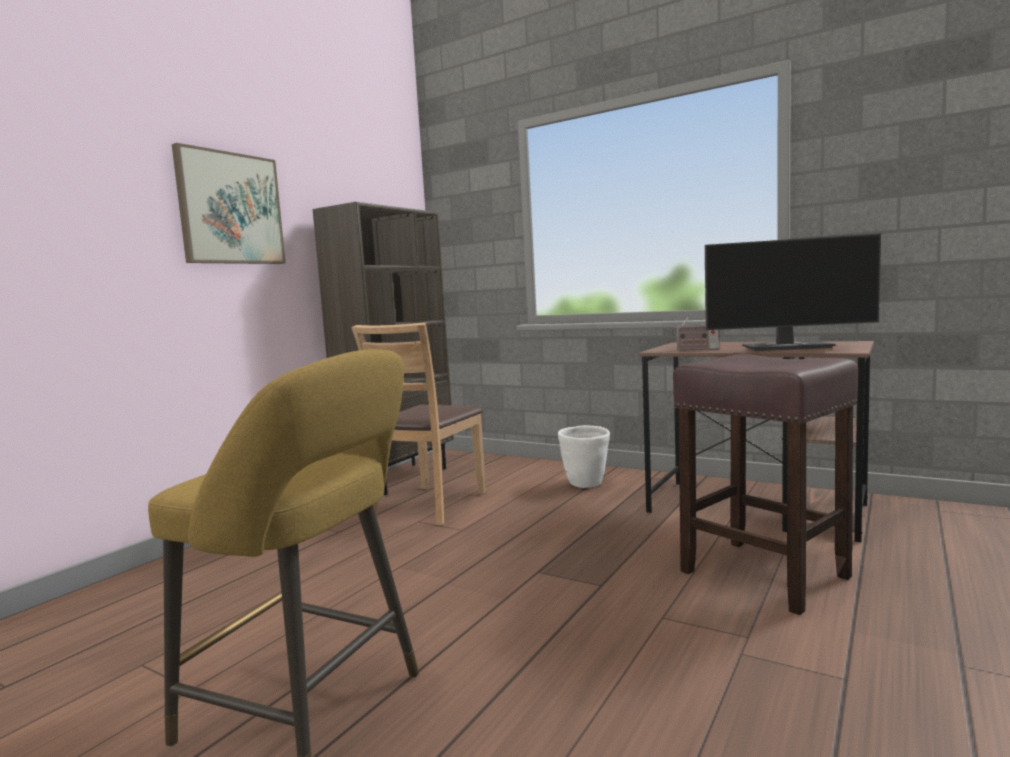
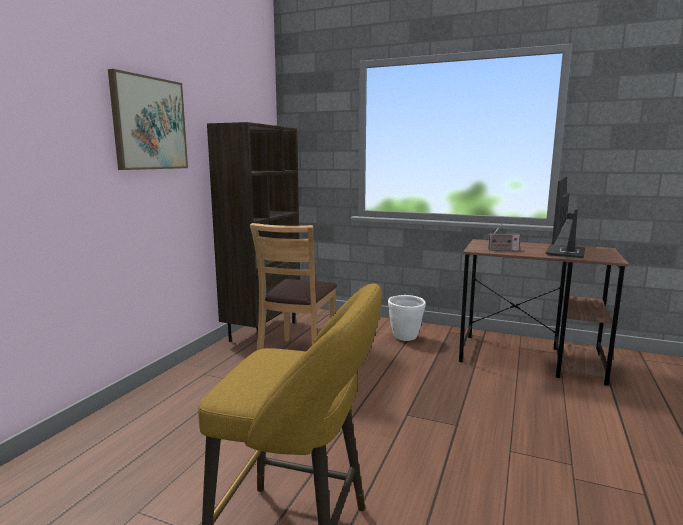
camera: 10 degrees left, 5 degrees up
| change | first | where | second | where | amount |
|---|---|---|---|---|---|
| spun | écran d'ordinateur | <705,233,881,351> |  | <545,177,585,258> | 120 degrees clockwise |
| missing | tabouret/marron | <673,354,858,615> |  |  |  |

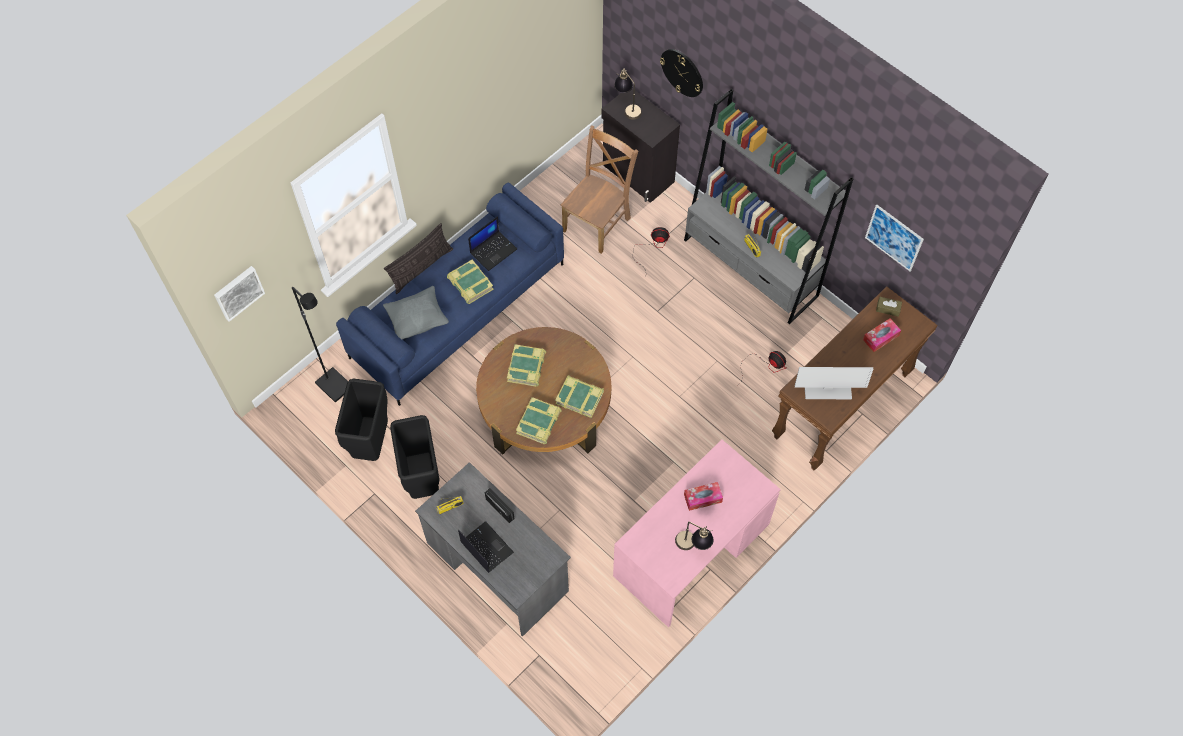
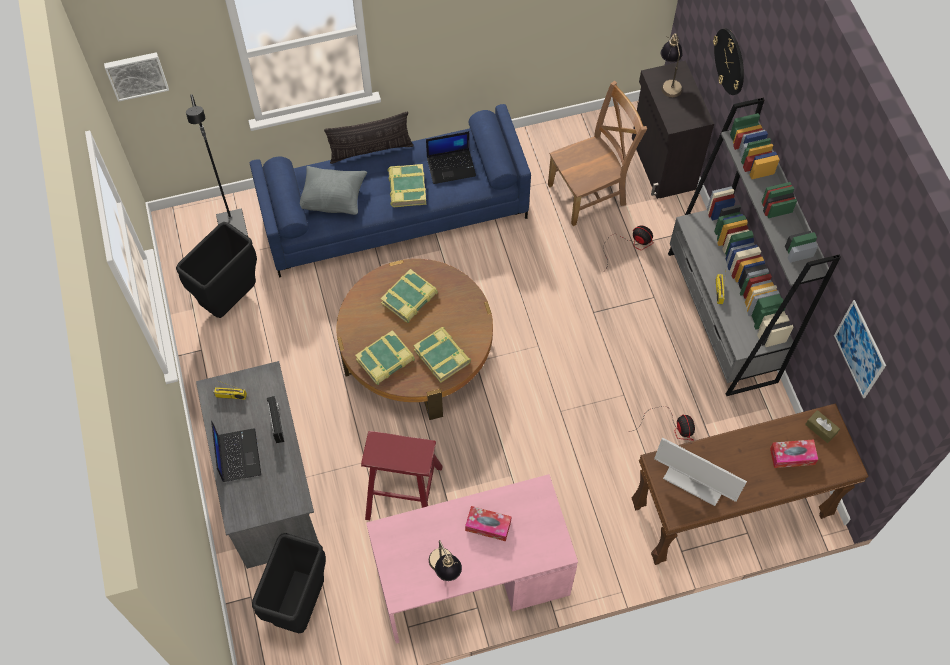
camera: 30 degrees right, 0 degrees up
| change | first | where | second | where | amount |
|---|---|---|---|---|---|
| relocated | poubelle/noir | <390,415,440,499> |  | <252,533,326,633> |  |
| appeared |  |  | tabouret/rouge | <361,431,443,520> |  |

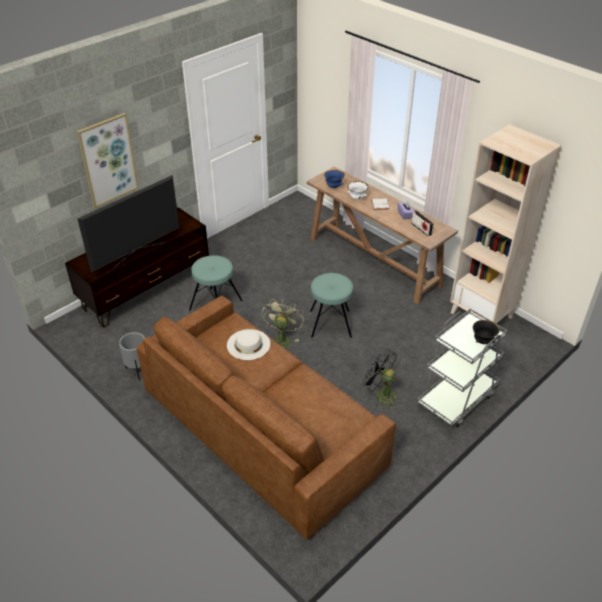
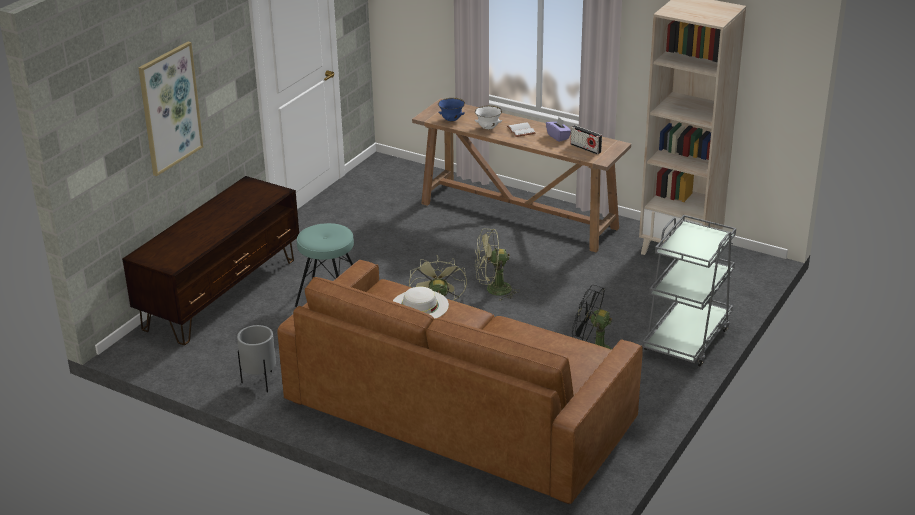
camera: 15 degrees left, 10 degrees down
| change | first | where | second | where | amount |
|---|---|---|---|---|---|
| exchanged | tabouret/turquoise | <310,273,353,338> | ventilateur/vert | <475,229,520,301> |  |
| missing | téléviseur | <78,175,180,273> |  |  |  |
| missing | bol/noir | <473,320,500,344> |  |  |  |

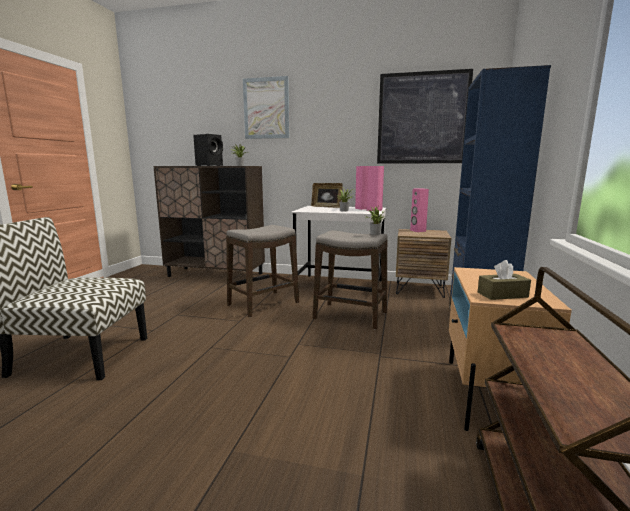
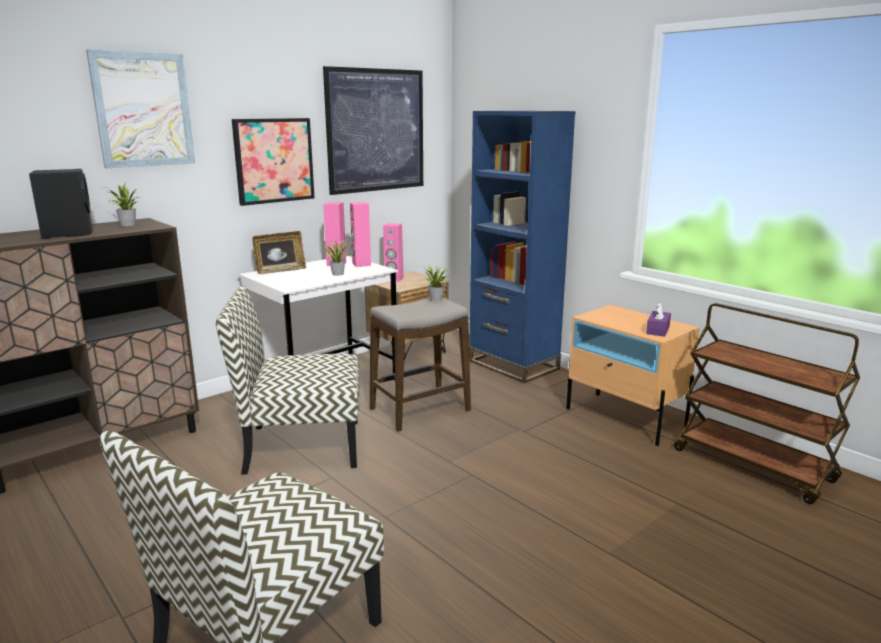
camera: 55 degrees left, 5 degrees up
| change | first | where | second | where | amount |
|---|---|---|---|---|---|
| exchanged | tabouret | <226,225,299,317> | chaise | <216,286,360,475> |  |
| appeared |  |  | tableau | <232,118,315,206> |  |
| colour | boîte à mouchoirs/marron | <478,260,531,300> | boîte à mouchoirs/violet | <646,302,671,337> |  |

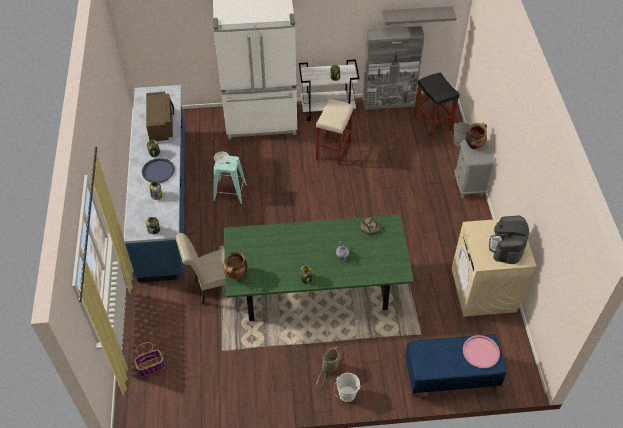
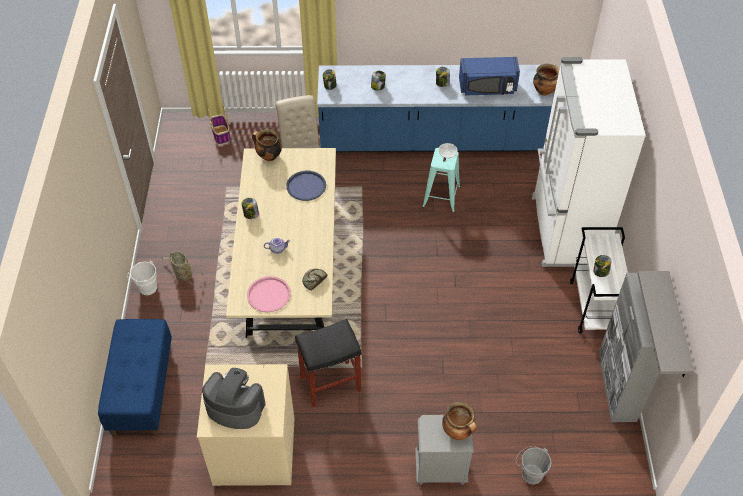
camera: 95 degrees right, 0 degrees up
| change | first | where | second | where | amount |
|---|---|---|---|---|---|
| colour | table à manger/vert | <224,215,414,321> | table à manger/beige | <226,148,336,338> |  |
| relocated | plateau/rose | <463,335,500,368> |  | <247,276,291,312> |  |
| relocated | plateau/bleu | <142,158,175,183> |  | <286,171,326,201> |  |
| relocated | tabouret/noir | <413,72,460,138> |  | <295,319,362,407> |  |
| colour | micro-ondes/marron | <146,92,174,141> | micro-ondes/bleu | <459,57,520,96> |  |
| appeared |  |  | marmite | <533,64,560,96> |  |
| missing | tabouret/beige | <316,99,354,166> |  |  |  |

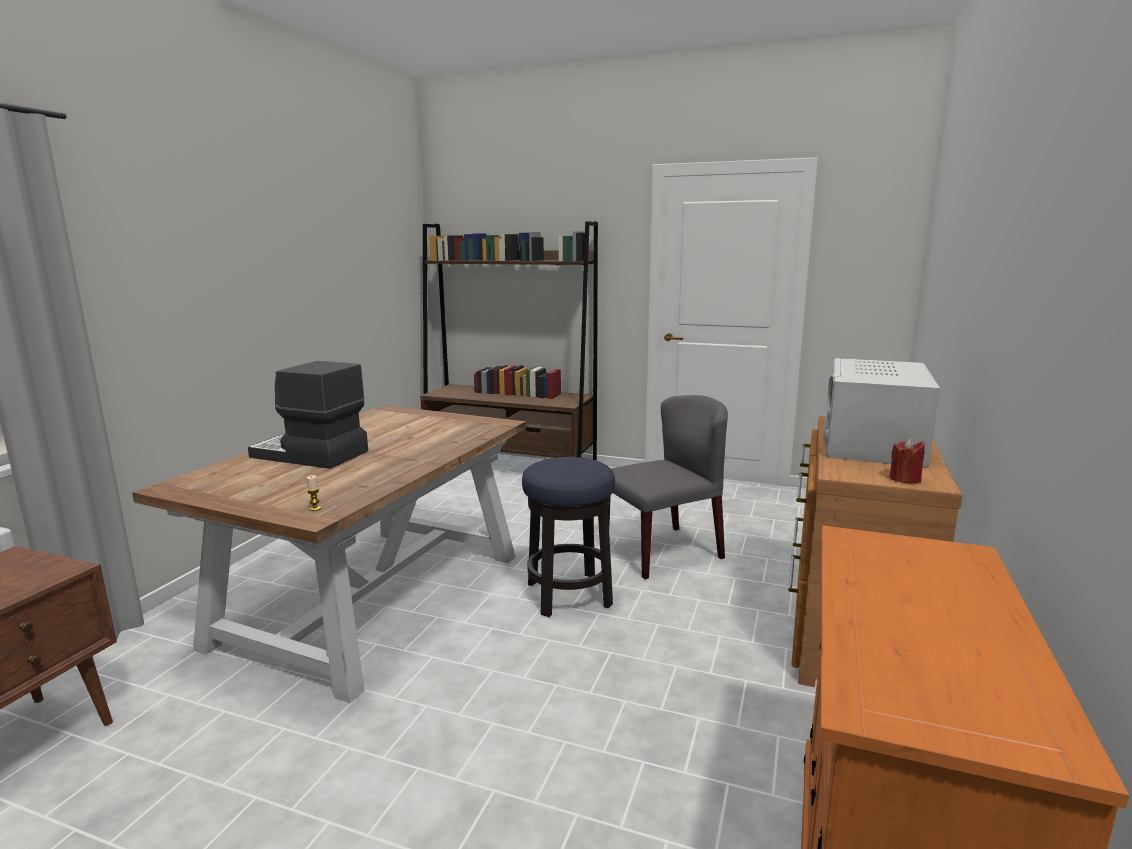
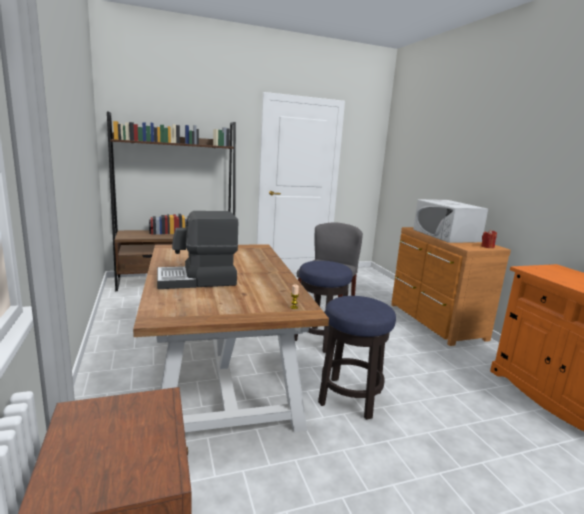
camera: 40 degrees left, 0 degrees up
| change | first | where | second | where | amount |
|---|---|---|---|---|---|
| appeared |  |  | tabouret | <318,296,396,420> |  |

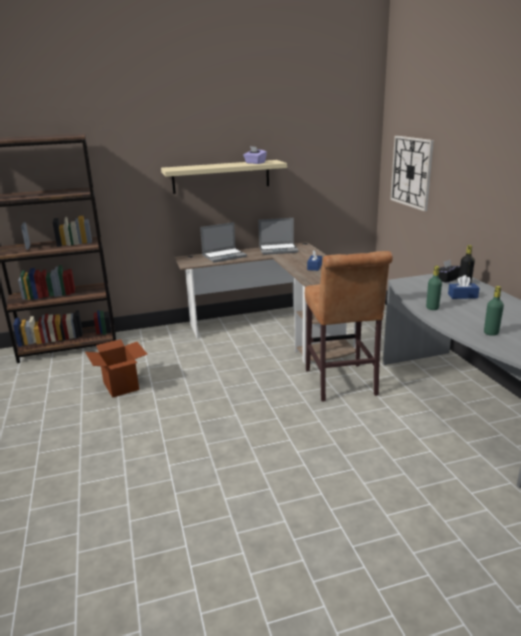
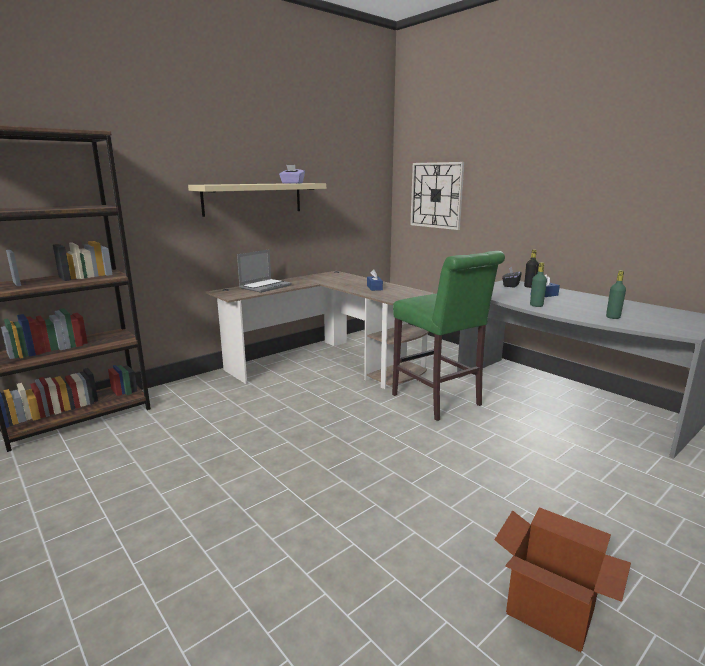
camera: 25 degrees left, 5 degrees down
| change | first | where | second | where | amount |
|---|---|---|---|---|---|
| colour | tabouret/marron | <305,251,393,402> | tabouret/vert | <392,251,505,421> |  |
| relocated | carton | <85,339,148,398> |  | <494,507,631,652> |  |
| missing | ordinateur portable | <258,218,299,255> |  |  |  |

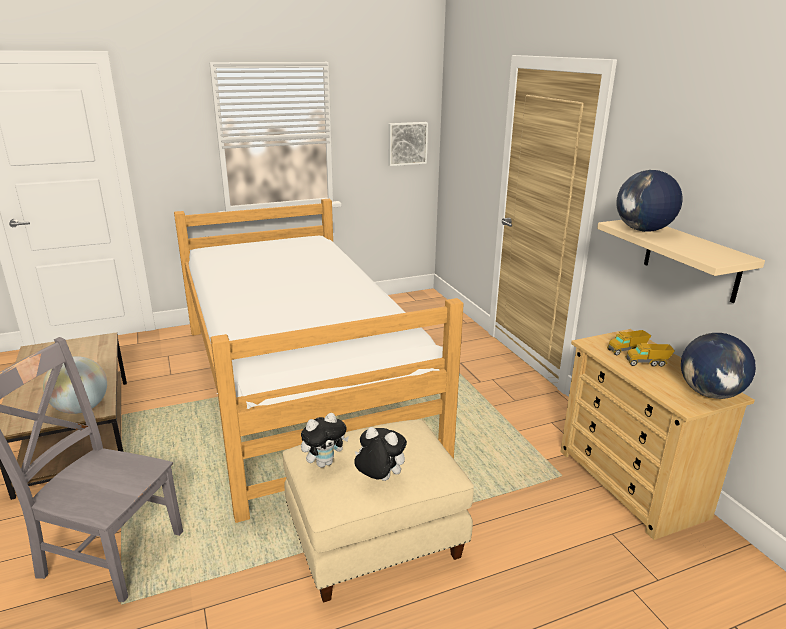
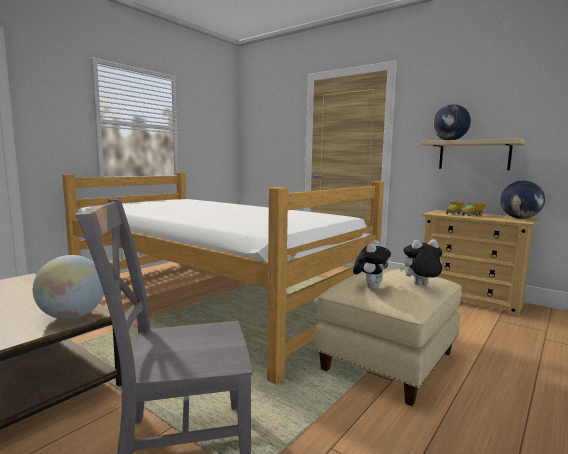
camera: 30 degrees left, 15 degrees down
| change | first | where | second | where | amount |
|---|---|---|---|---|---|
| missing | tableau | <388,122,428,166> |  |  |  |

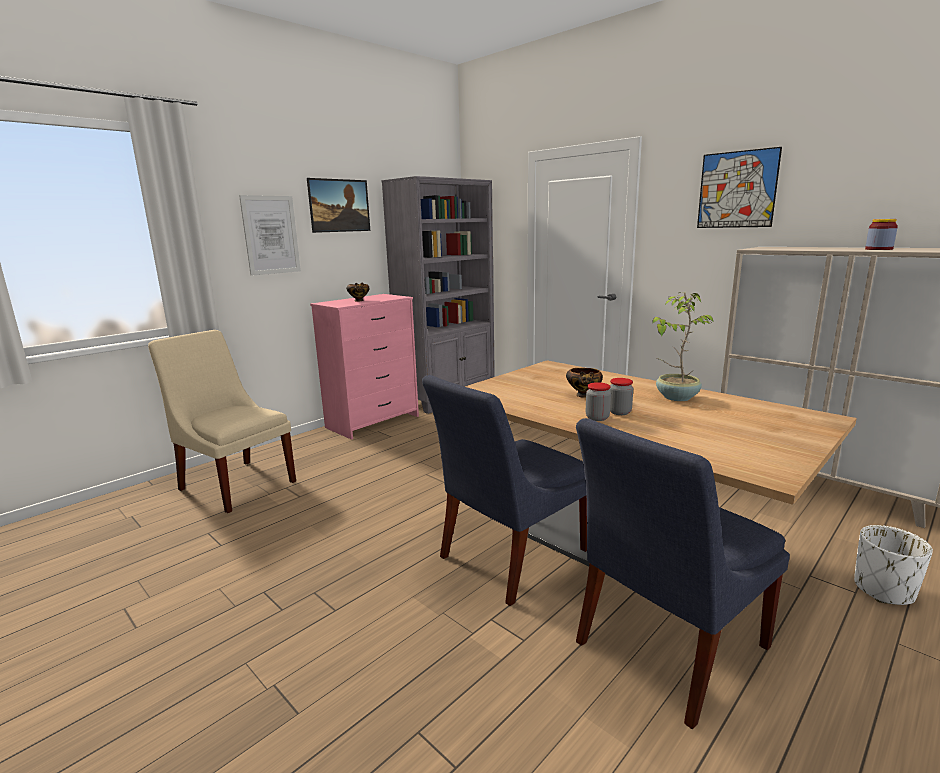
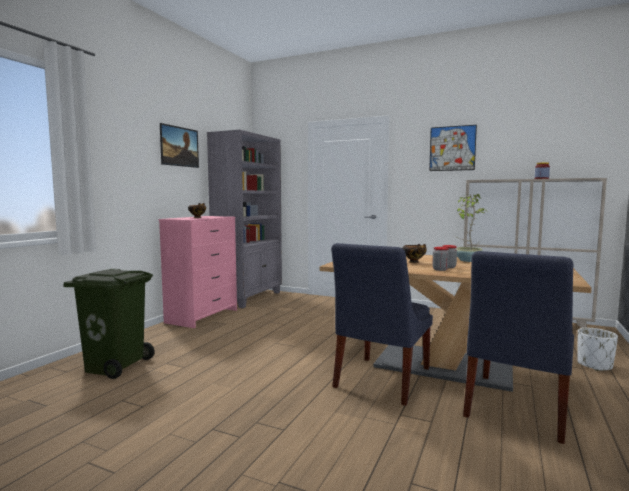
camera: 20 degrees left, 10 degrees down
| change | first | where | second | where | amount |
|---|---|---|---|---|---|
| exchanged | chaise/beige | <148,330,296,513> | poubelle/vert | <63,269,155,379> |  |
| missing | tableau | <239,195,301,276> |  |  |  |

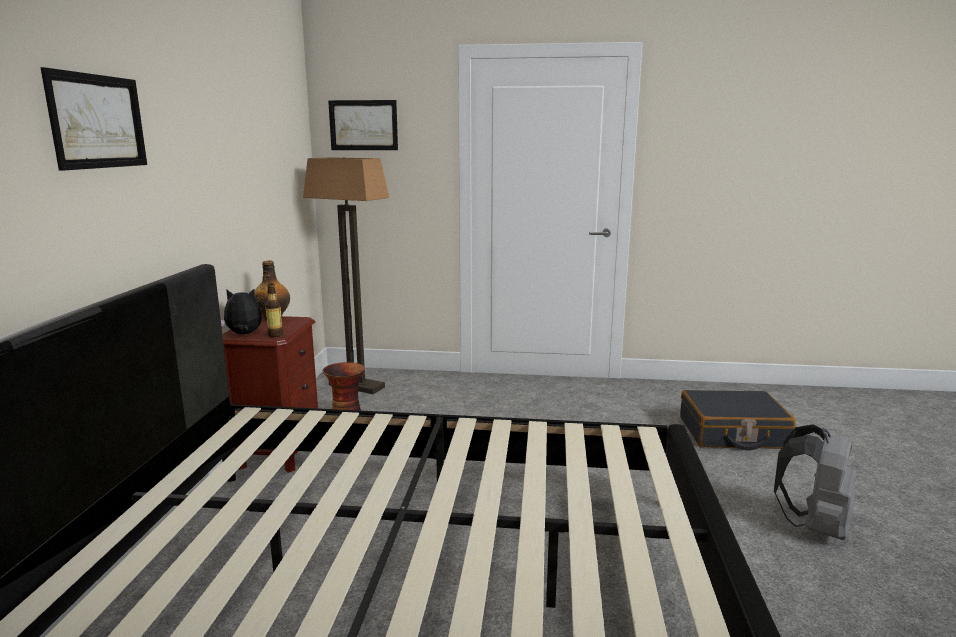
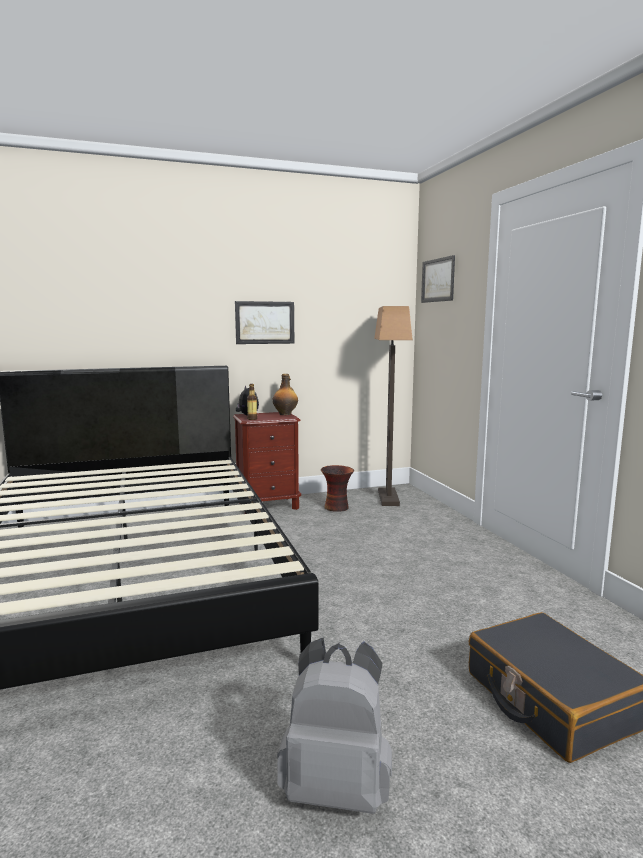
camera: 65 degrees right, 5 degrees down
| change | first | where | second | where | amount |
|---|---|---|---|---|---|
| relocated | tableau | <40,67,147,171> |  | <235,301,294,344> |  |

